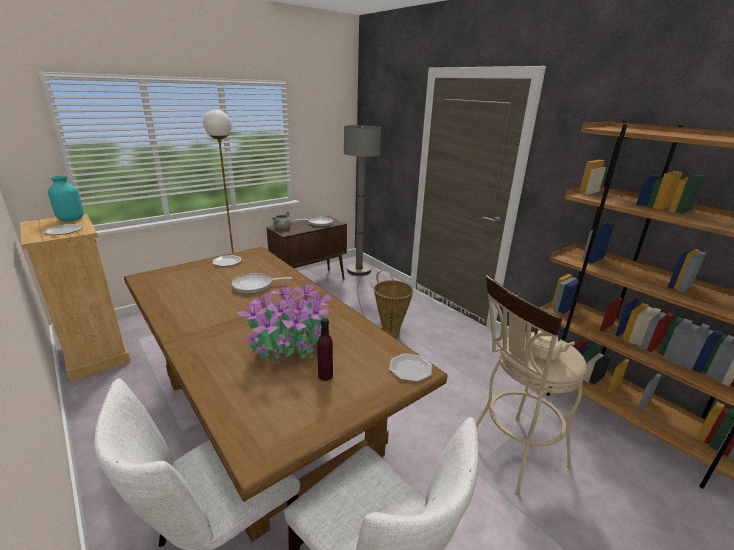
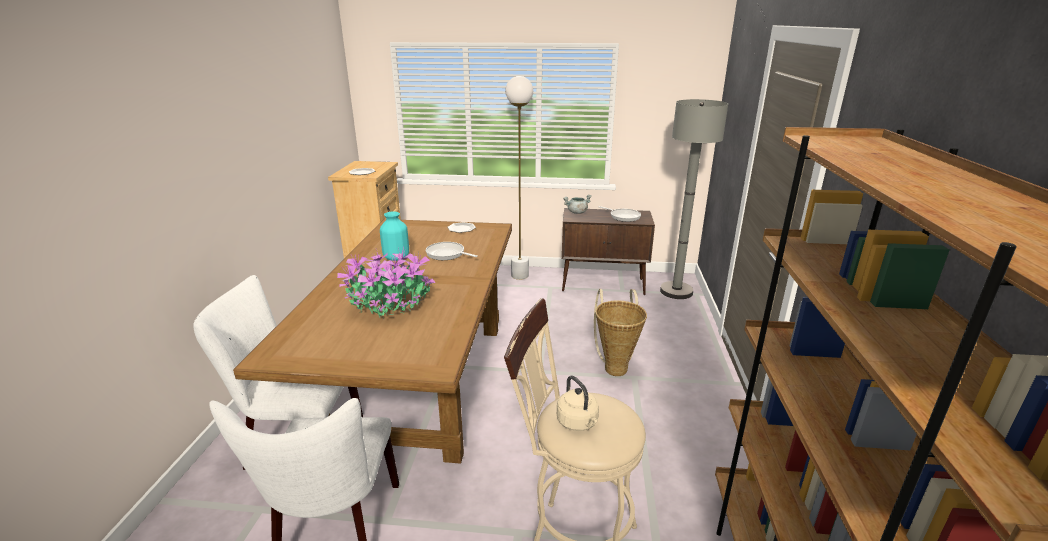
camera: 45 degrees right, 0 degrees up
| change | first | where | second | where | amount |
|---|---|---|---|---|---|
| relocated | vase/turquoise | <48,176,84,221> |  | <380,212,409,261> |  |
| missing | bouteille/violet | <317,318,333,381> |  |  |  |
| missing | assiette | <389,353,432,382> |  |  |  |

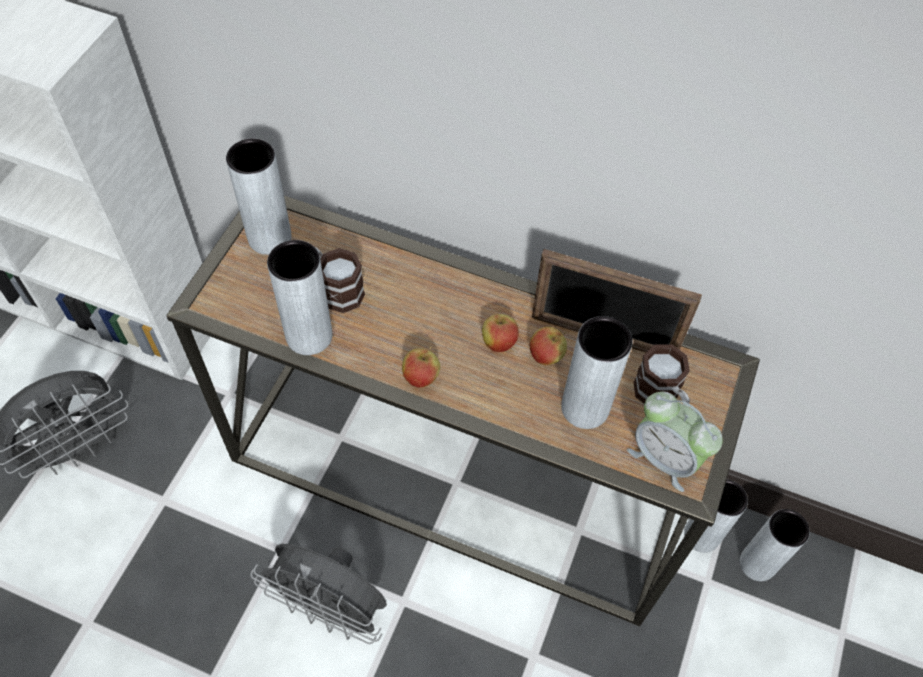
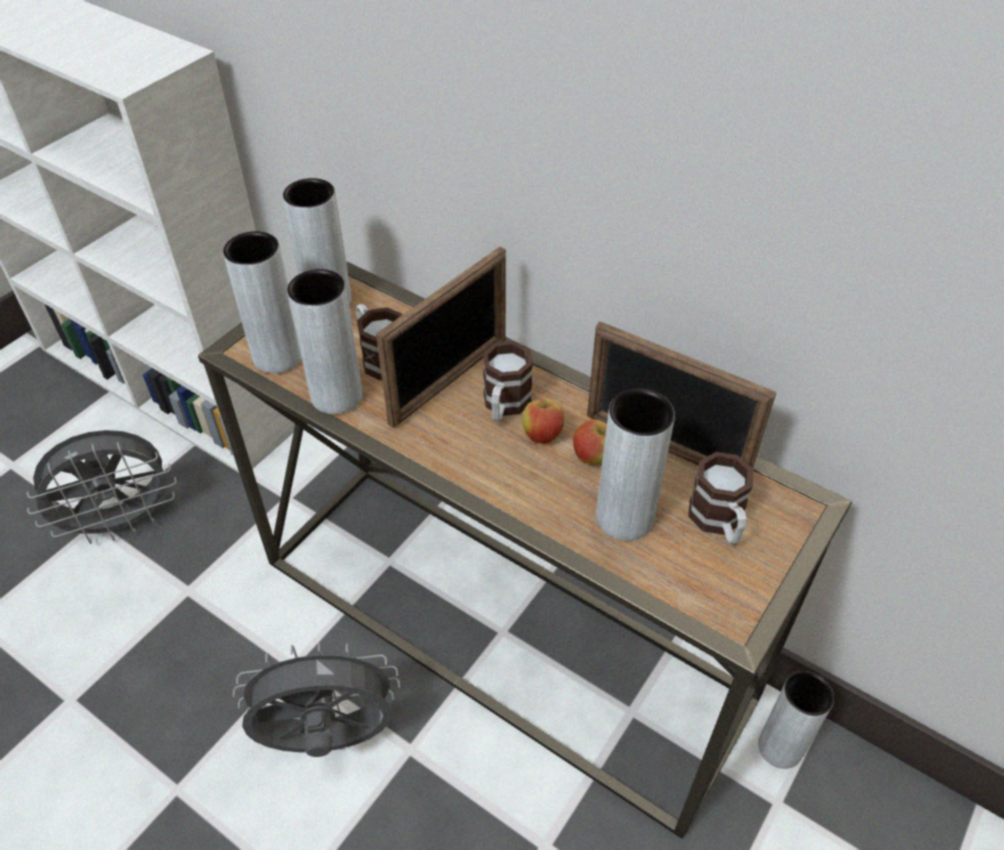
camera: 15 degrees right, 10 degrees down
| change | first | where | second | where | amount |
|---|---|---|---|---|---|
| relocated | vase/gris | <740,509,810,581> |  | <223,231,301,373> |  |
| spun | ventilateur/gris | <250,544,387,644> |  | <233,642,400,757> | 135 degrees clockwise |
| appeared |  |  | cadre photo | <376,246,506,428> |  |
| appeared |  |  | mug | <483,341,533,422> |  |
| missing | pomme | <402,347,440,388> |  |  |  |
| missing | réveil | <627,392,723,492> |  |  |  |

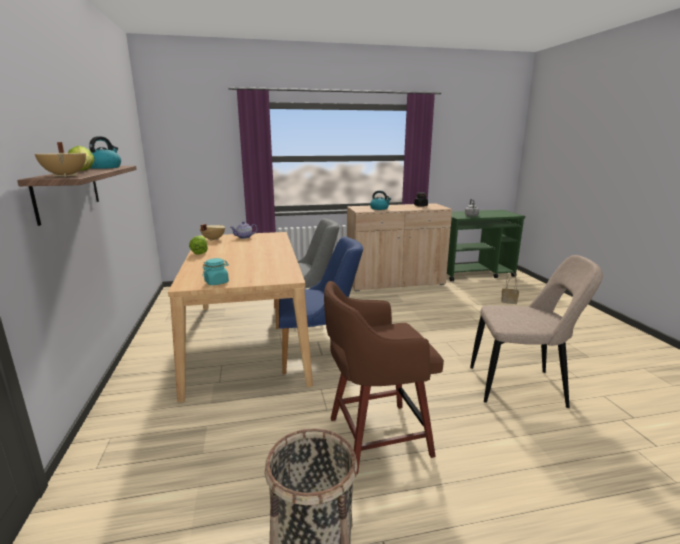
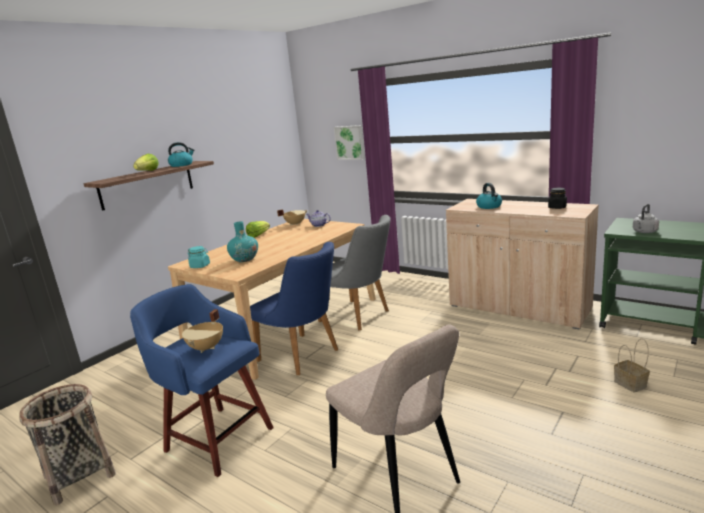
camera: 50 degrees right, 0 degrees up
| change | first | where | second | where | amount |
|---|---|---|---|---|---|
| colour | tabouret/marron | <324,281,444,475> | tabouret/bleu | <130,284,274,477> |  |
| relocated | marmite/beige | <35,142,86,177> |  | <182,309,223,353> |  |
| appeared |  |  | vase/turquoise | <227,221,258,262> |  |
| appeared |  |  | tableau | <334,125,365,160> |  |

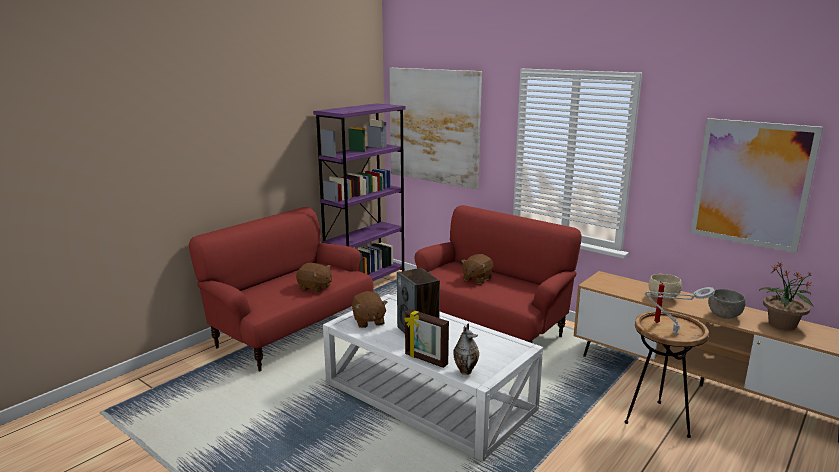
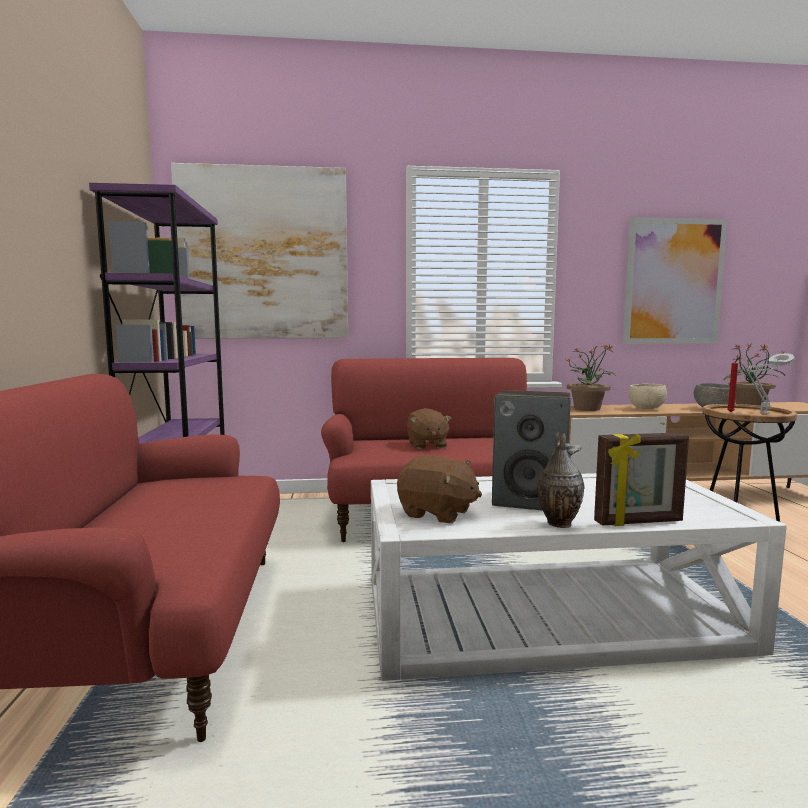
camera: 45 degrees left, 10 degrees down
| change | first | where | second | where | amount |
|---|---|---|---|---|---|
| relocated | vase | <453,324,479,375> |  | <538,432,585,528> |  |
| appeared |  |  | plante en pot | <567,344,616,411> |  |
| missing | peluche/marron | <296,263,332,293> |  |  |  |

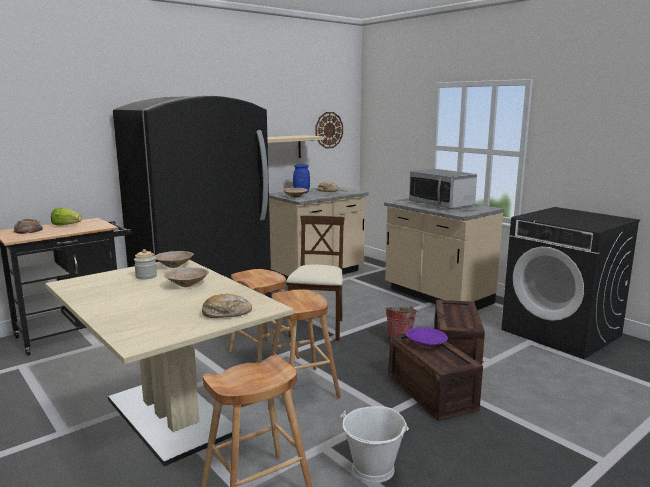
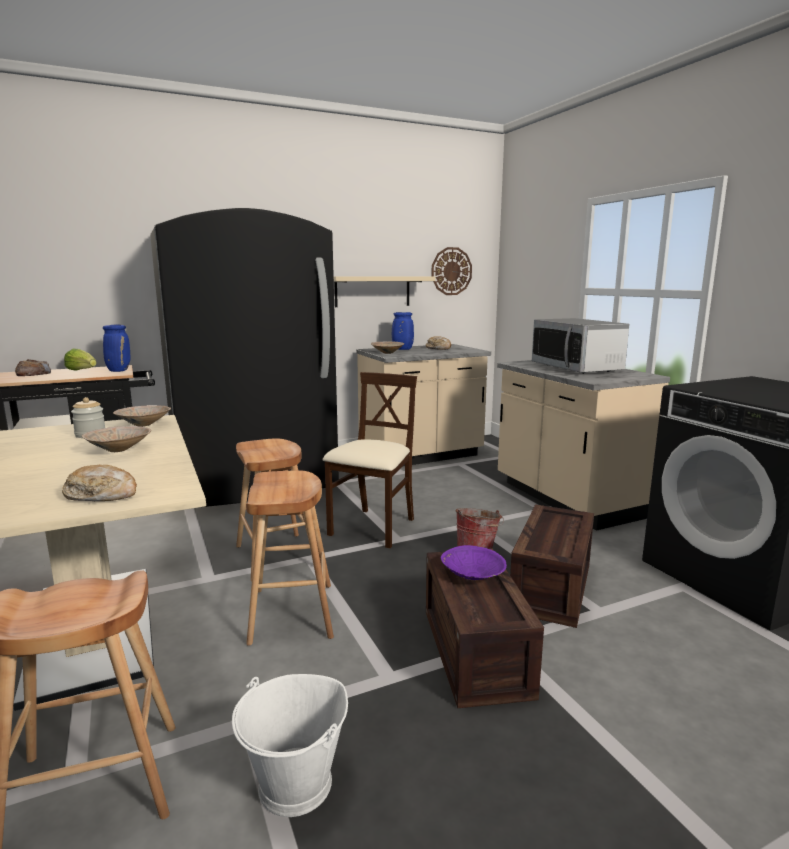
camera: 15 degrees right, 0 degrees up
| change | first | where | second | where | amount |
|---|---|---|---|---|---|
| appeared |  |  | vase/bleu | <103,325,131,372> |  |

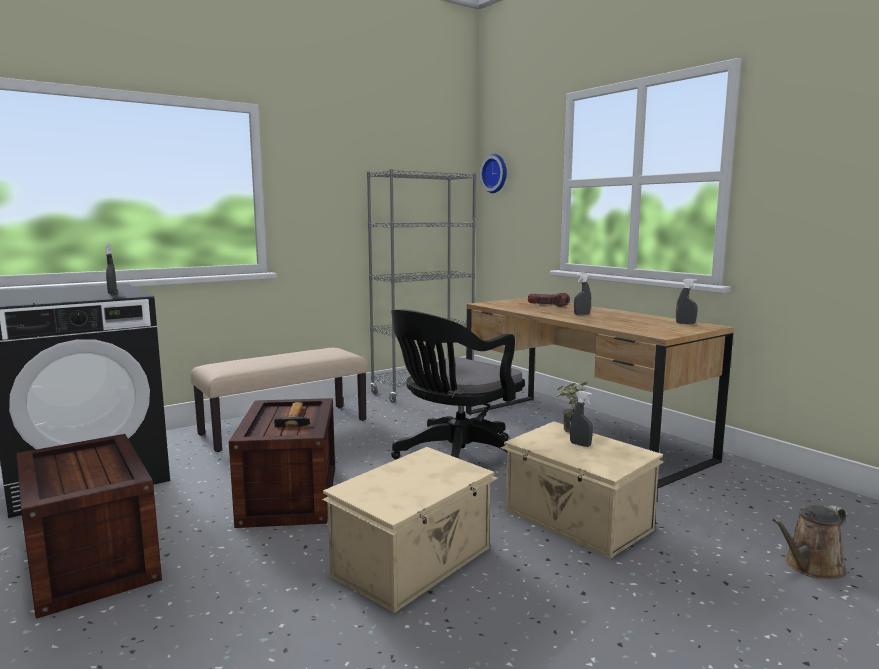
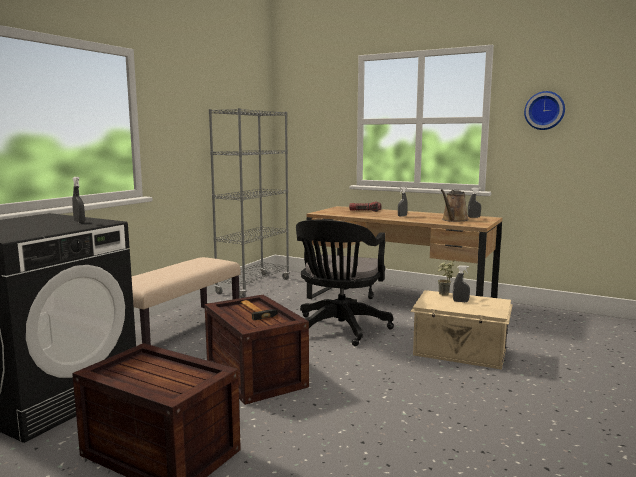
camera: 25 degrees left, 0 degrees up
| change | first | where | second | where | amount |
|---|---|---|---|---|---|
| relocated | arrosoir/marron | <772,505,847,579> |  | <441,189,469,222> |  |
| relocated | horloge murale | <480,154,507,193> |  | <524,91,565,130> |  |
| missing | boîte de rangement/beige | <322,447,498,613> |  |  |  |

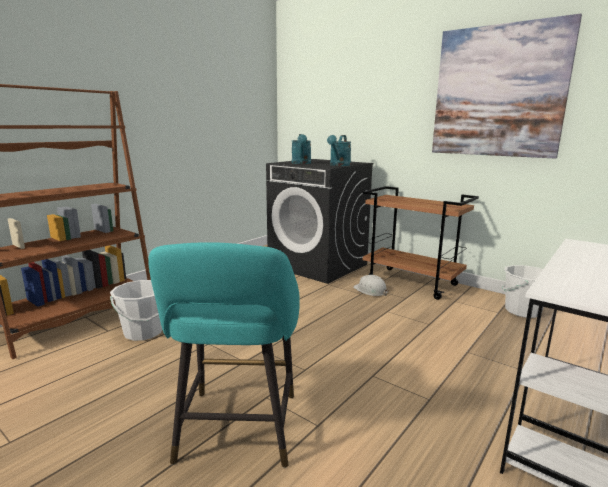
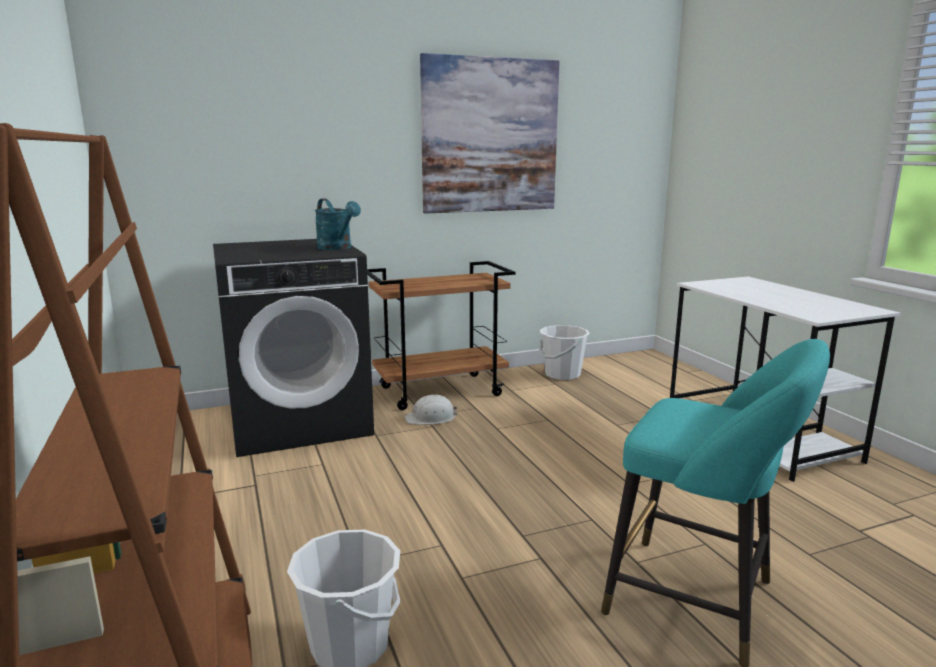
camera: 60 degrees left, 0 degrees up
| change | first | where | second | where | amount |
|---|---|---|---|---|---|
| missing | arrosoir/turquoise | <292,134,311,164> |  |  |  |

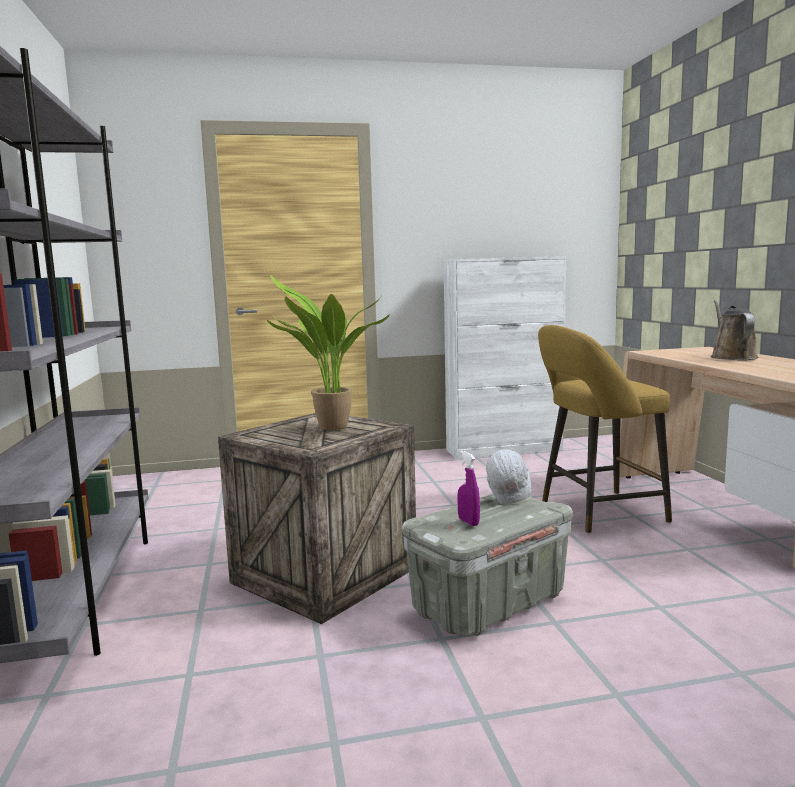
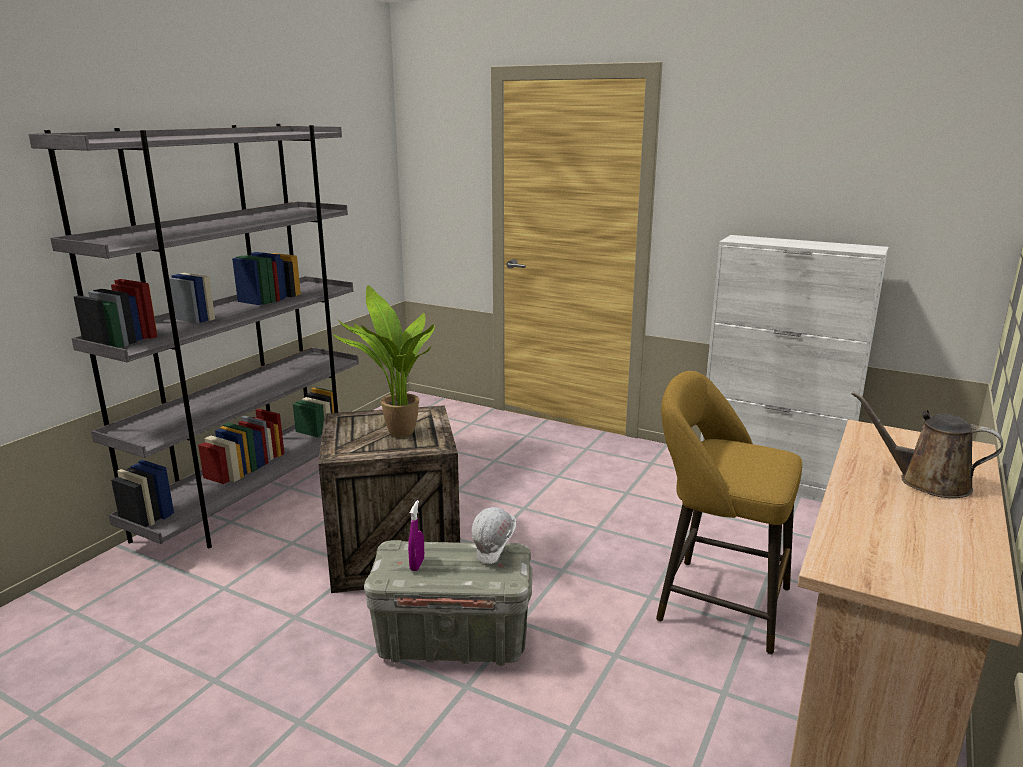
camera: 40 degrees right, 10 degrees up
| change | first | where | second | where | amount |
|---|---|---|---|---|---|
| spun | arrosoir/marron | <711,300,759,360> |  | <852,391,1003,498> | 105 degrees counterclockwise |

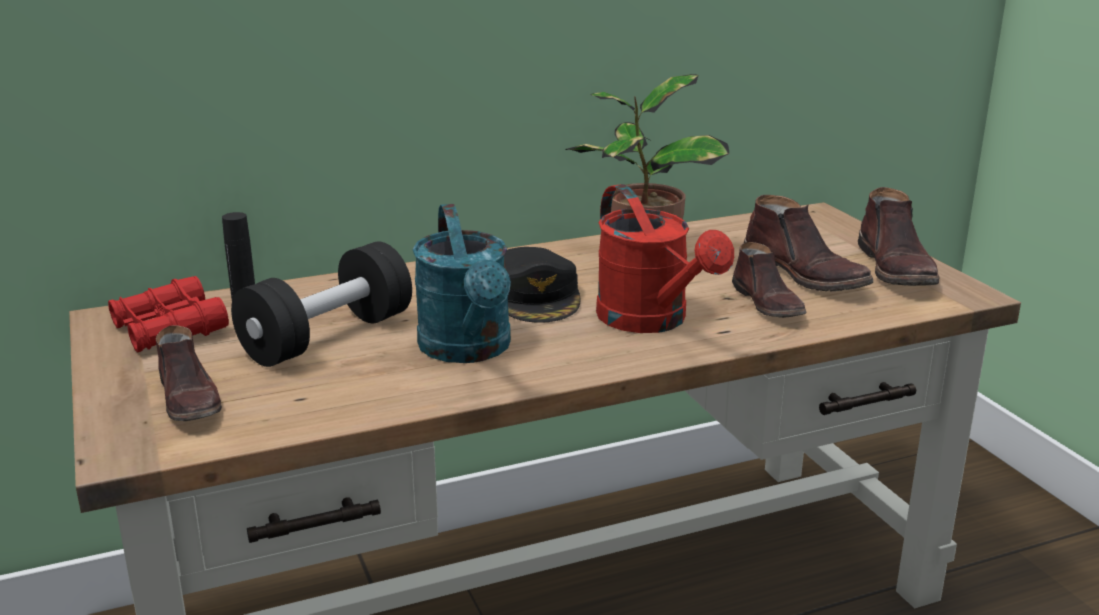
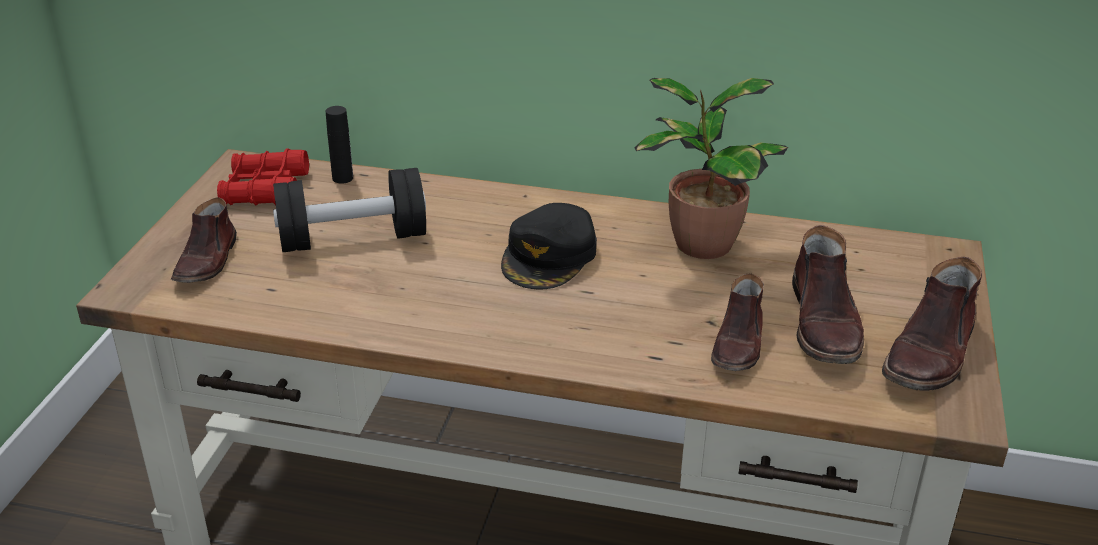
camera: 35 degrees right, 10 degrees up
| change | first | where | second | where | amount |
|---|---|---|---|---|---|
| missing | arrosoir/turquoise | <413,204,511,363> |  |  |  |
| missing | arrosoir/rouge | <596,184,734,333> |  |  |  |

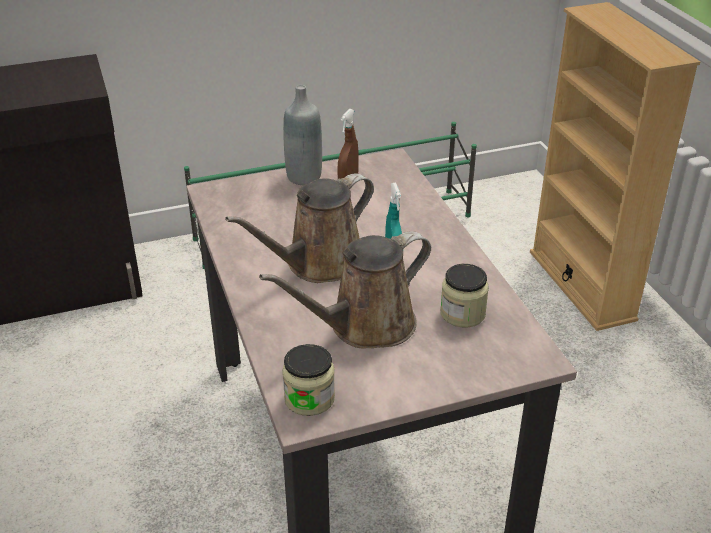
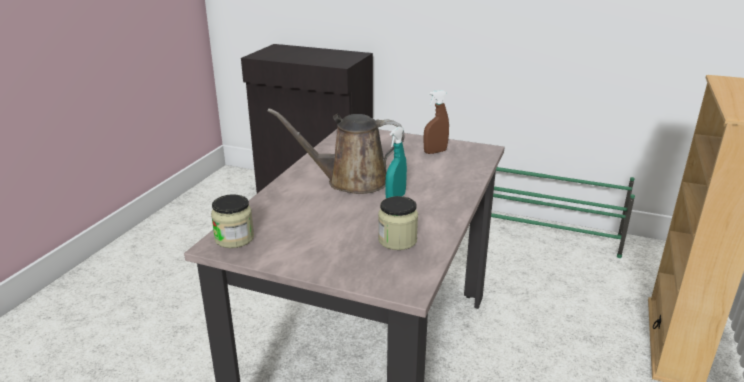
camera: 40 degrees right, 10 degrees down
| change | first | where | second | where | amount |
|---|---|---|---|---|---|
| missing | arrosoir/marron | <259,231,431,349> |  |  |  |
| missing | bouteille/gris | <283,85,322,185> |  |  |  |

